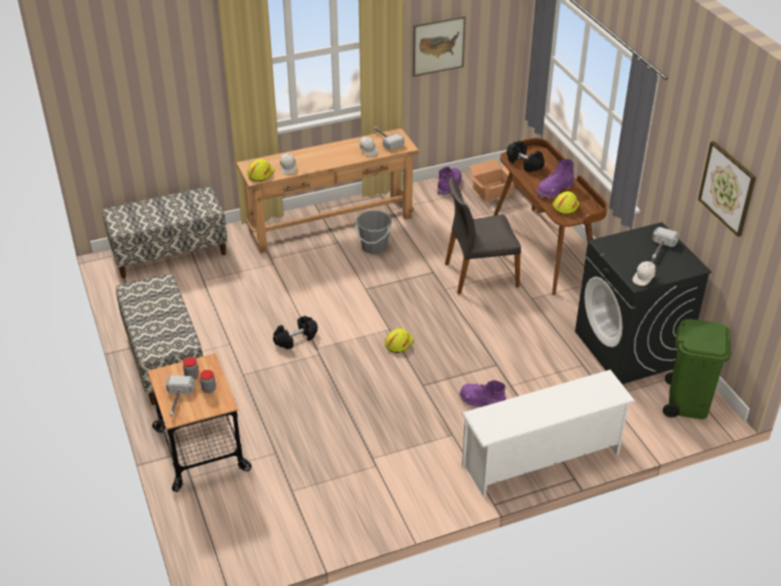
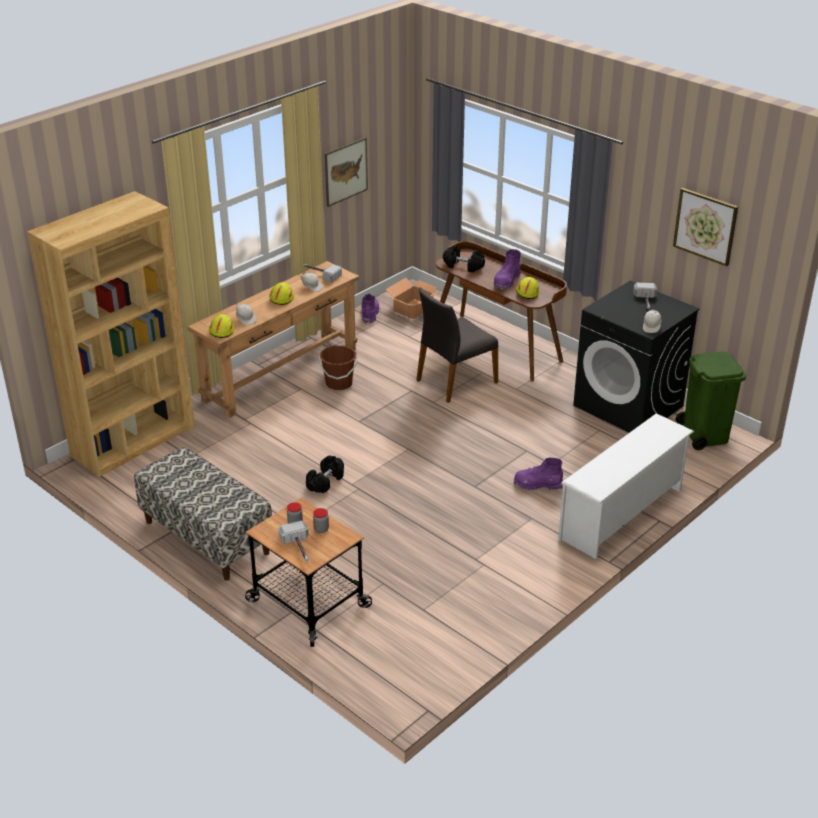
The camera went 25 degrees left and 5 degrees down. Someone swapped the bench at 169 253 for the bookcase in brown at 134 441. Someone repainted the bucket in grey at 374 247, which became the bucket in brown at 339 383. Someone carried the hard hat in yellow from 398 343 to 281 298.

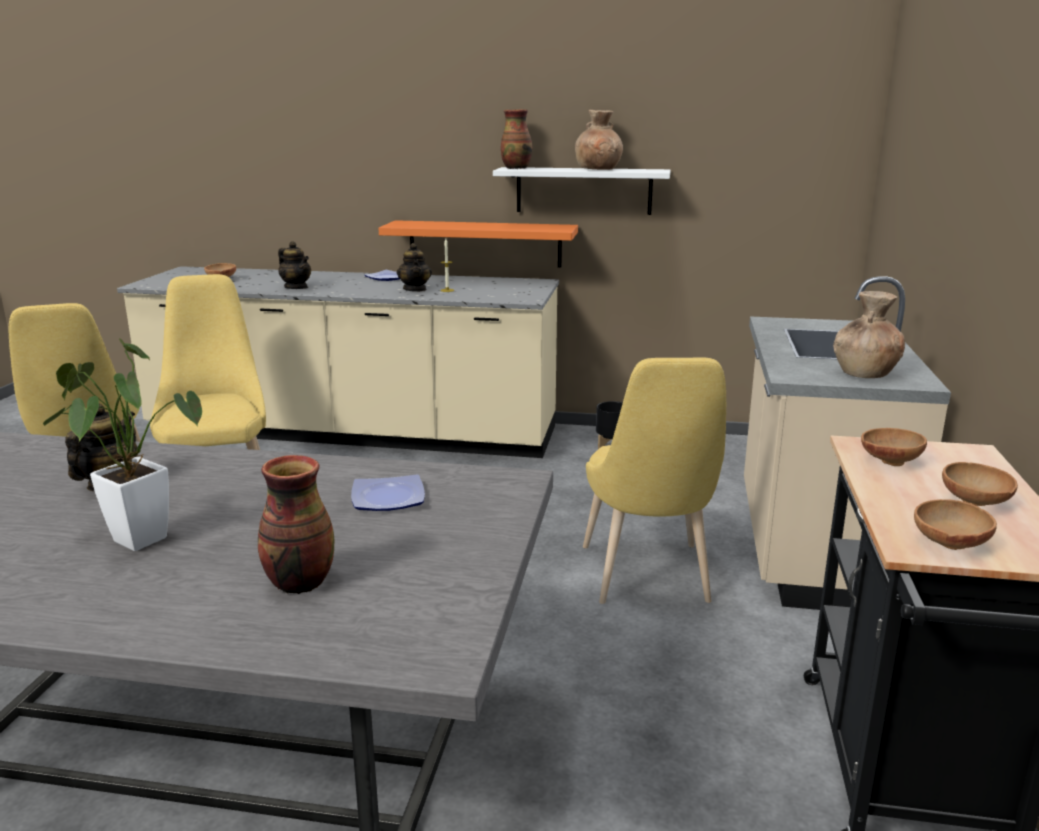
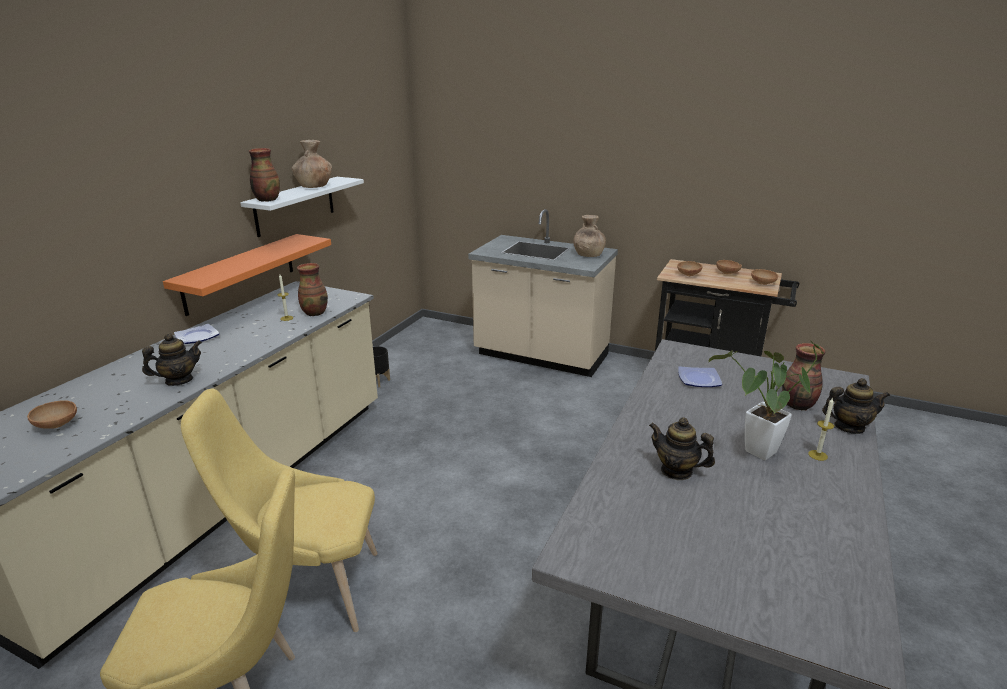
The camera went 75 degrees left and 5 degrees up. Someone carried the teapot from 415 289 to 849 427. Someone took away the chair in yellow at 647 579. Someone put down the vase at 315 313. Someone put down the candle at 817 455.

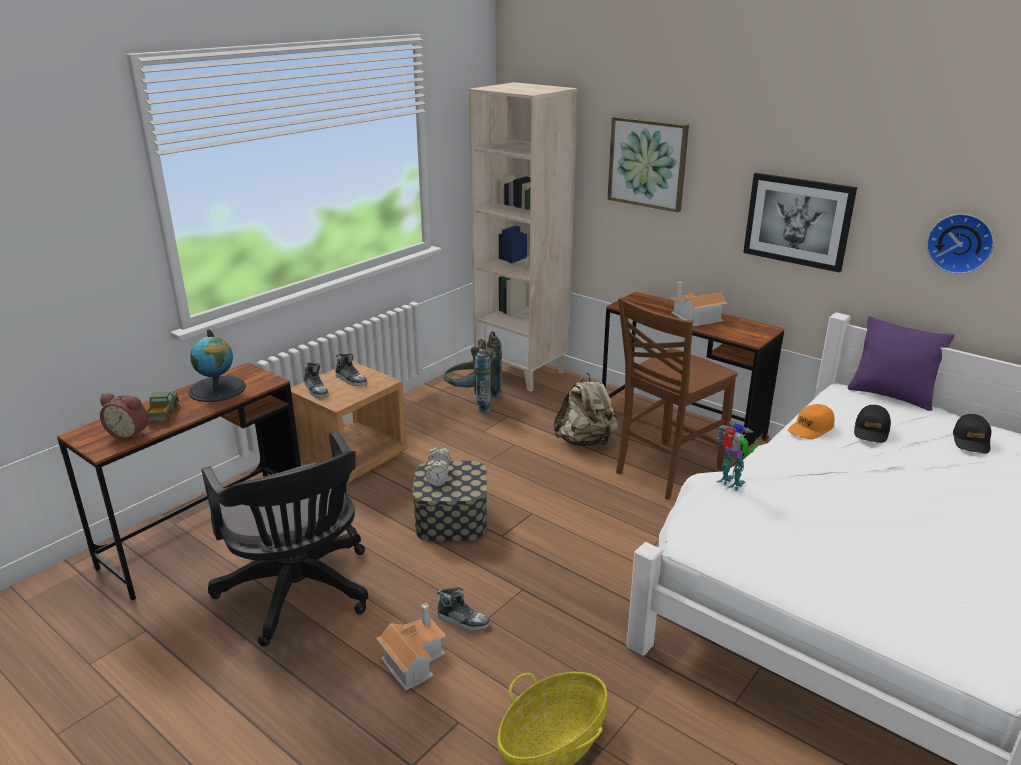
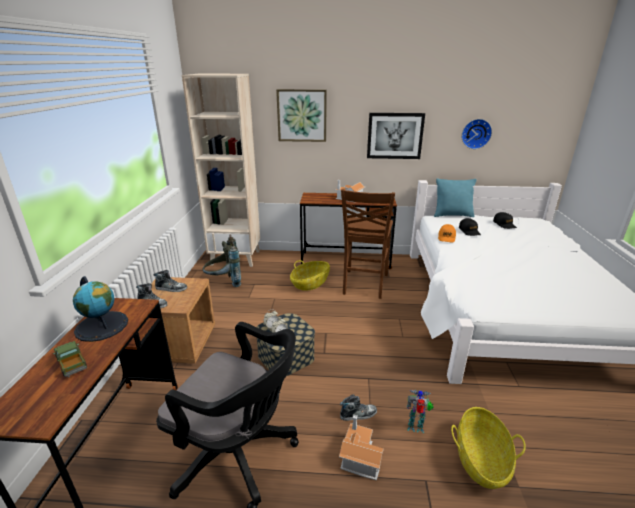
The camera went 35 degrees left and 0 degrees up. Someone repainted the pillow in purple at 891 396, which became the pillow in turquoise at 452 215. Someone swapped the backpack in beige at 585 442 for the basket at 310 283. Someone took away the alarm clock at 130 434. Someone carried the toy robot from 731 484 to 416 428.

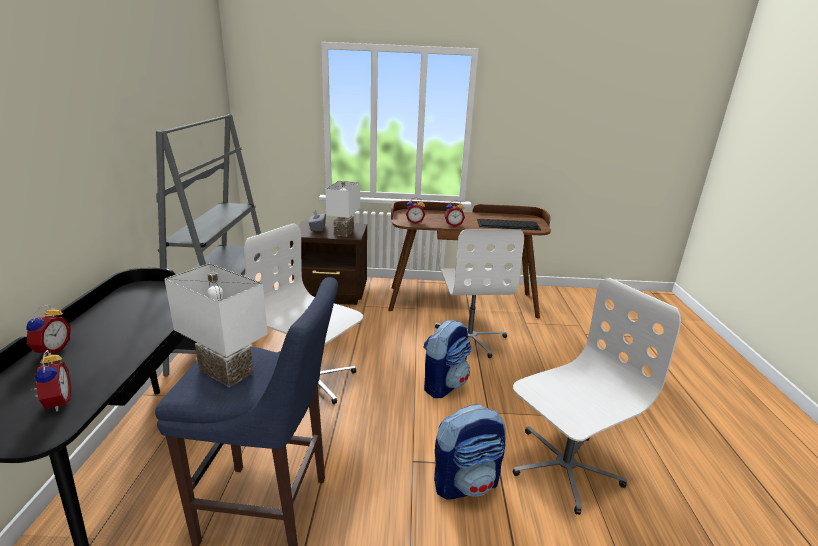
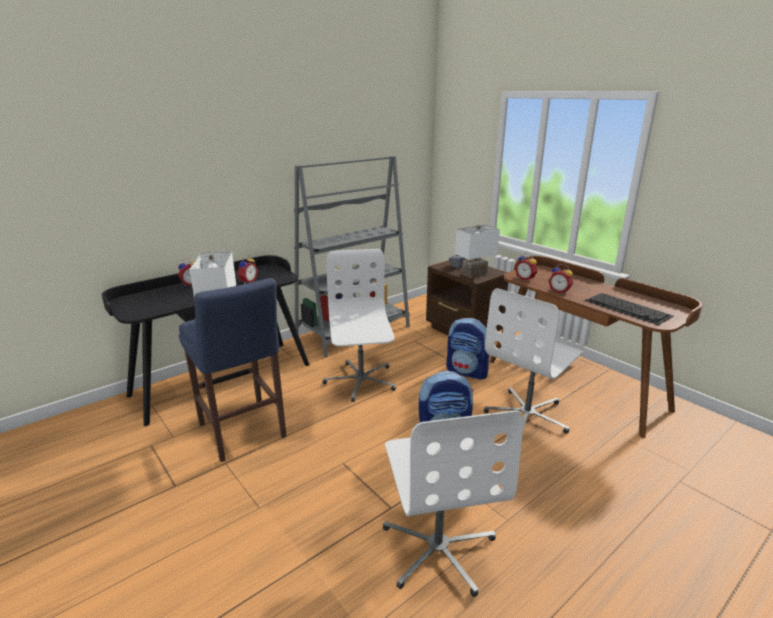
The camera went 50 degrees right and 0 degrees up. Someone rotated the office chair in white at 563 466 by 60 degrees clockwise. Someone carried the alarm clock from 56 403 to 247 281. Someone carried the backpack from 466 482 to 468 371.

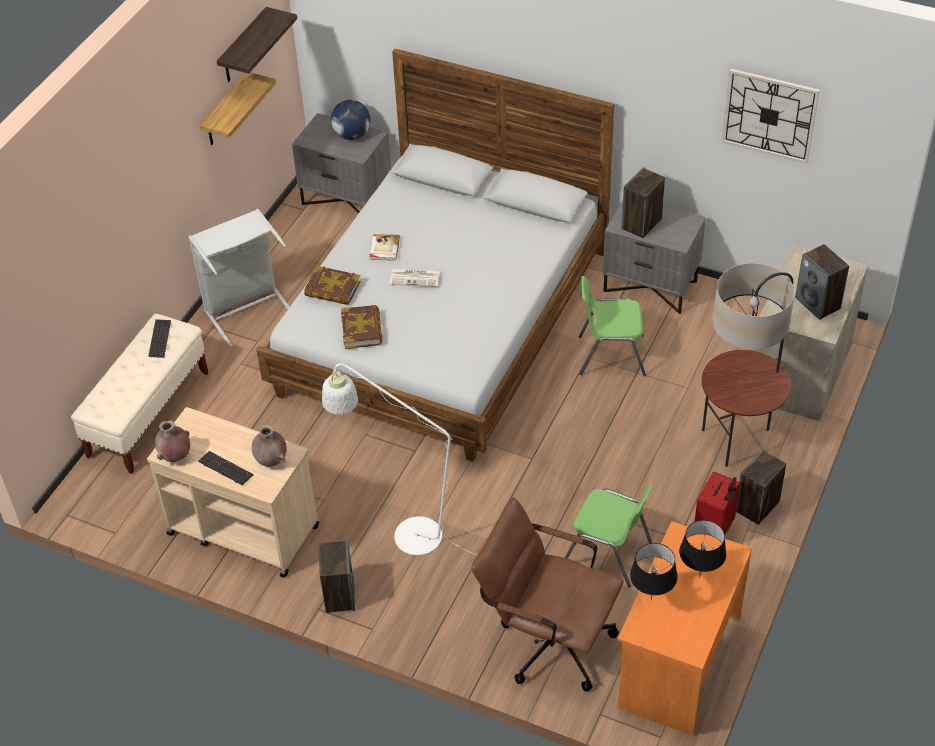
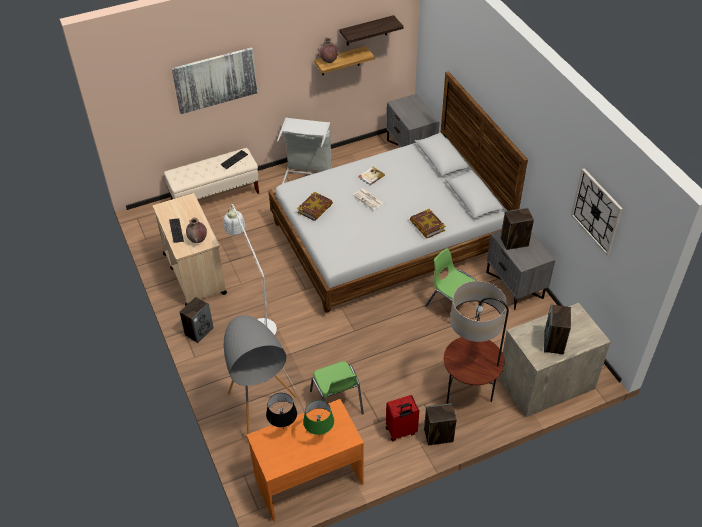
The camera went 40 degrees right and 0 degrees up. Someone took away the globe at 352 135. Someone carried the book from 332 289 to 427 226. Someone carried the vase in brown from 176 457 to 328 61. Someone swapped the office chair in brown at 547 640 for the floor lamp in grey at 261 421. Someone repainted the table lamp in black at 699 577, which became the table lamp in green at 319 436. Someone put up the picture at 215 80.

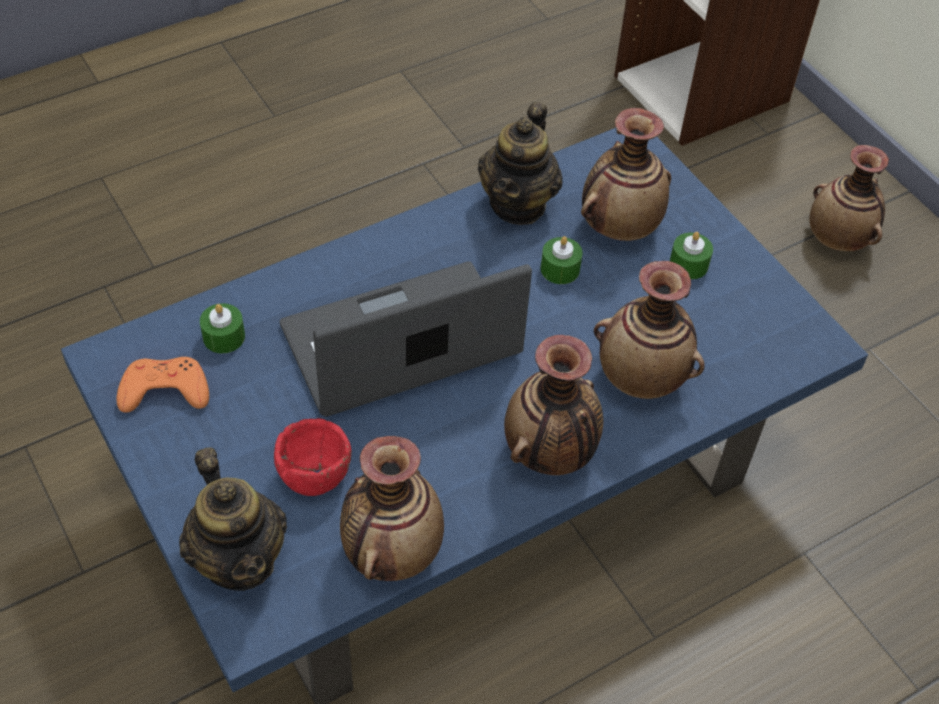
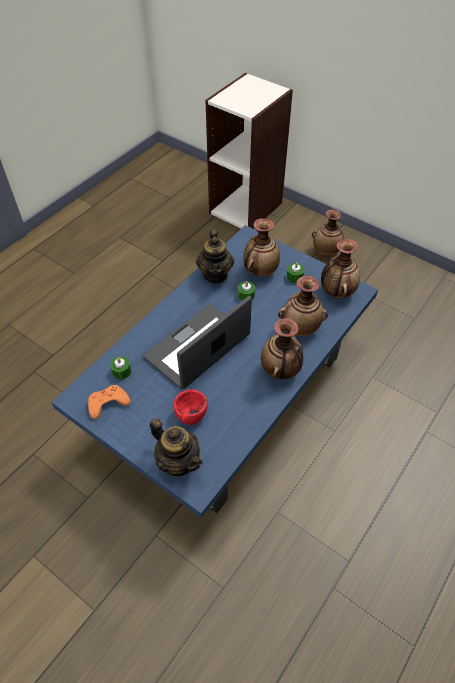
The camera went 20 degrees left and 0 degrees up. Someone carried the vase from 391 551 to 336 291.

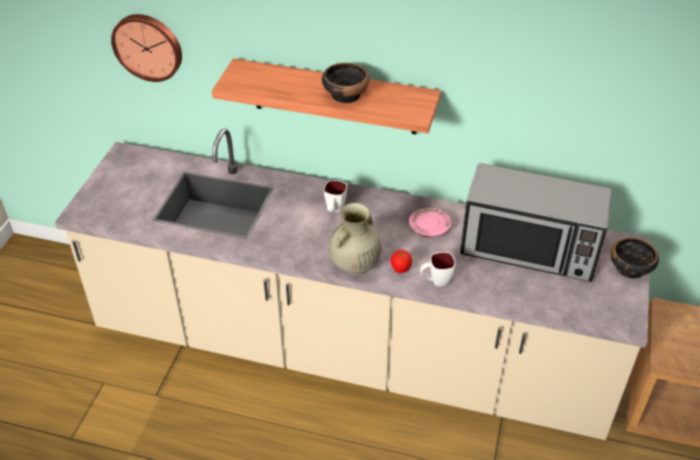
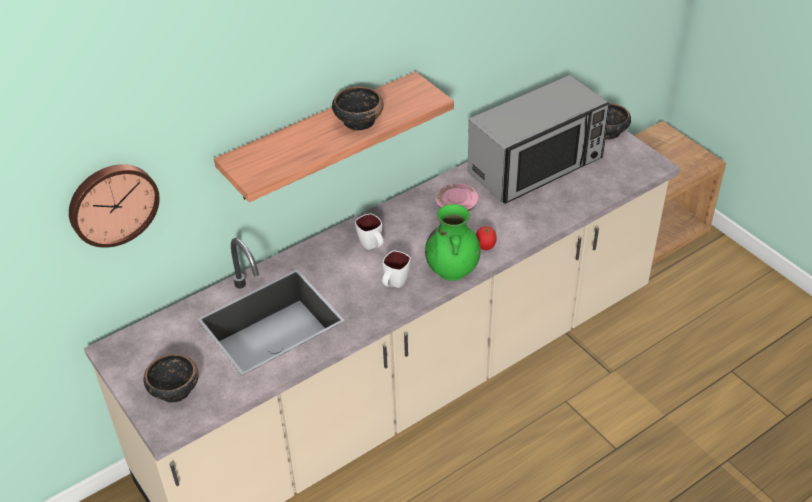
The camera went 50 degrees left and 0 degrees up. Someone repainted the vase in beige at 354 266, which became the vase in green at 452 271. Someone carried the mug in white from 435 281 to 394 285. Someone put down the bowl at 174 390.

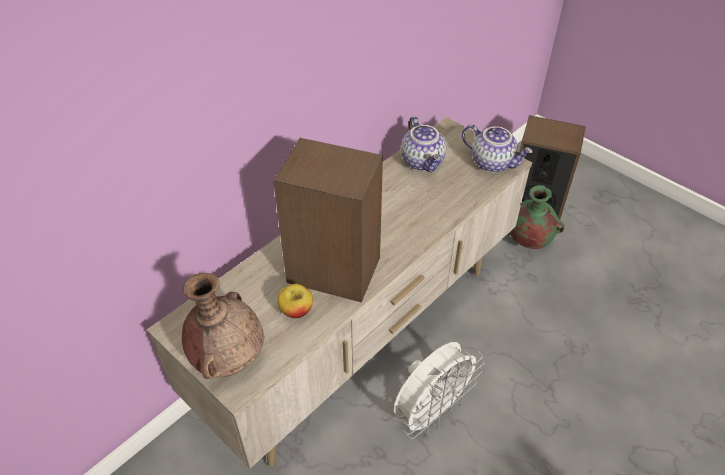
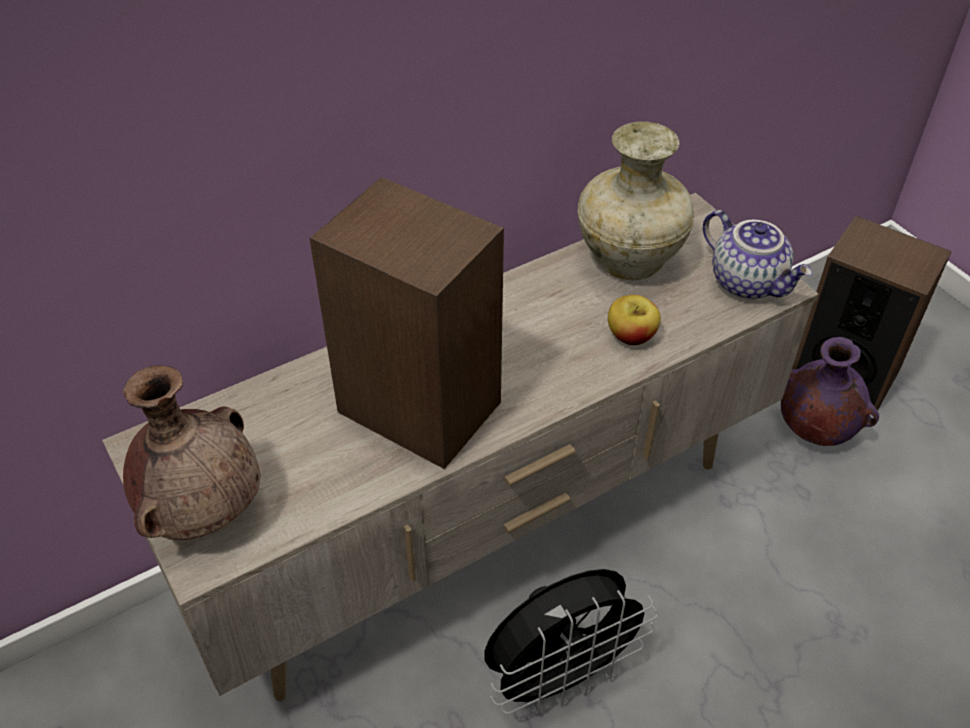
The camera went 15 degrees right and 0 degrees up. Someone swapped the teapot at 423 161 for the vase in beige at 630 259. Someone repainted the vase in green at 527 240, which became the vase in purple at 814 428. Someone carried the apple from 296 310 to 631 336. Someone repainted the fan in white at 431 412, which became the fan in black at 560 677.

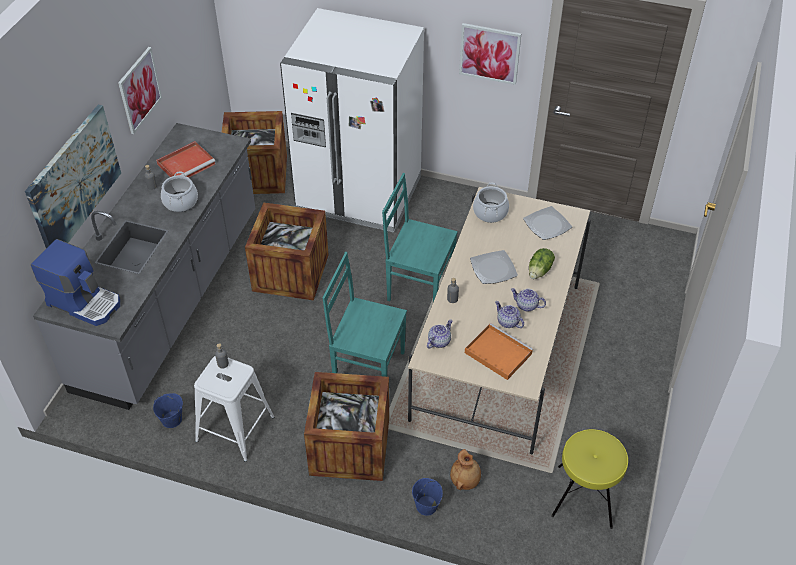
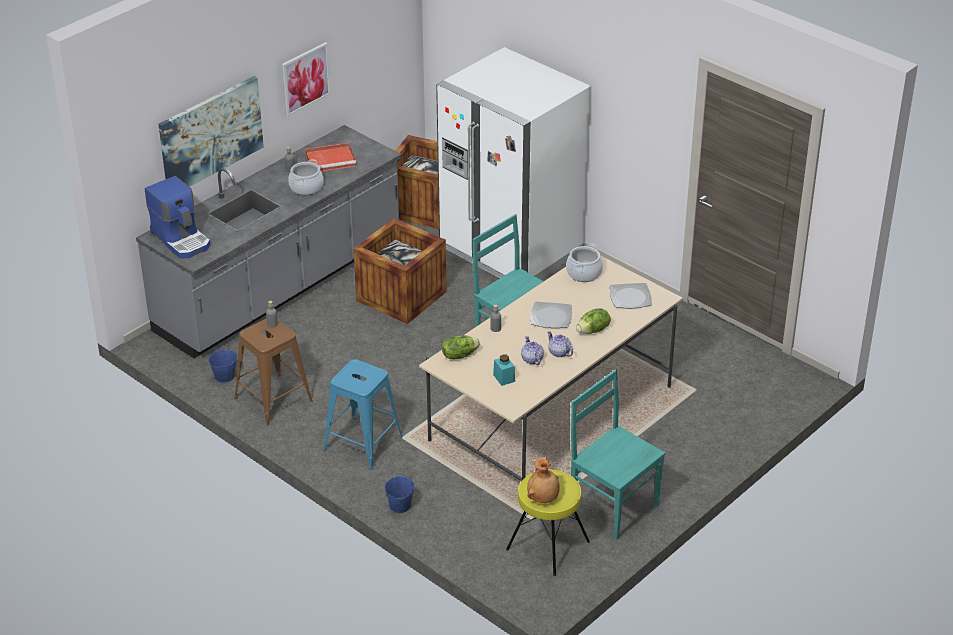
The camera went 25 degrees right and 10 degrees down. Someone took away the picture at 489 53. Someone carried the chair in turquoise from 367 367 to 612 507. Someone swapped the teapot at 439 341 for the lettuce at 459 355. Someone swapped the tray in orange at 497 353 for the jar in turquoise at 504 378. Someone repainted the stool in white at 235 428, which became the stool in brown at 274 399. Someone swapped the crate at 350 446 for the stool in blue at 363 443. Someone carried the vase in brown from 465 481 to 543 498.

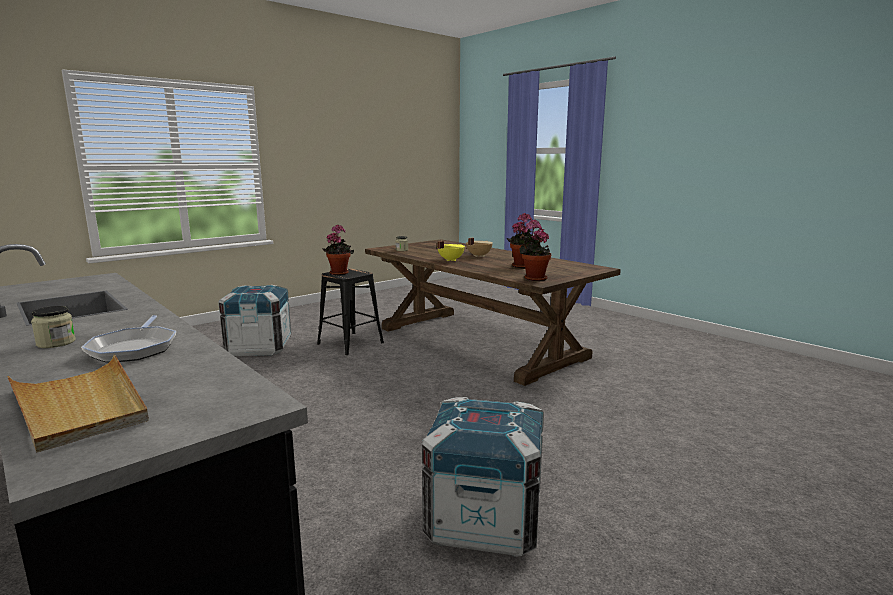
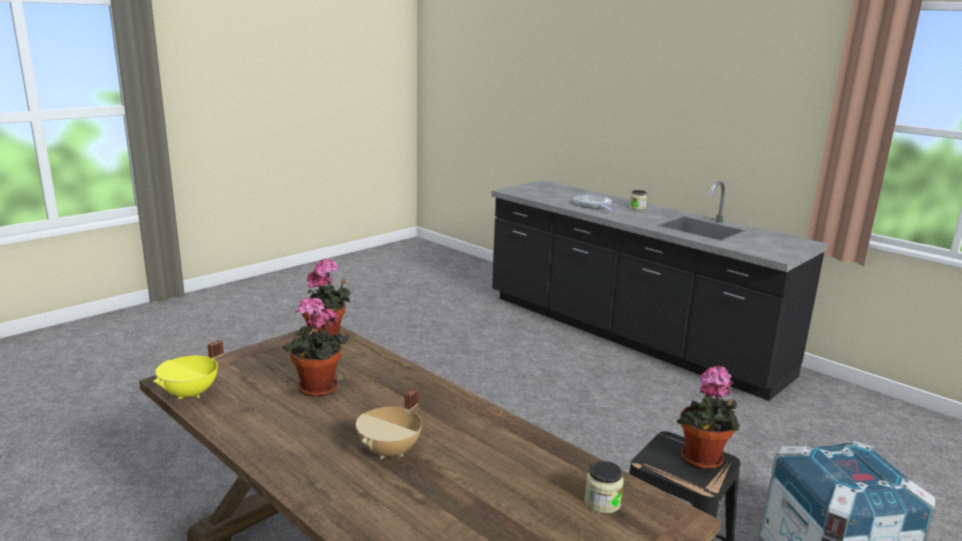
The camera went 175 degrees right and 5 degrees up. Someone carried the cooking pot in yellow from 450 260 to 191 394. Someone took away the tray in beige at 79 405. Someone took away the crate at 484 520.

